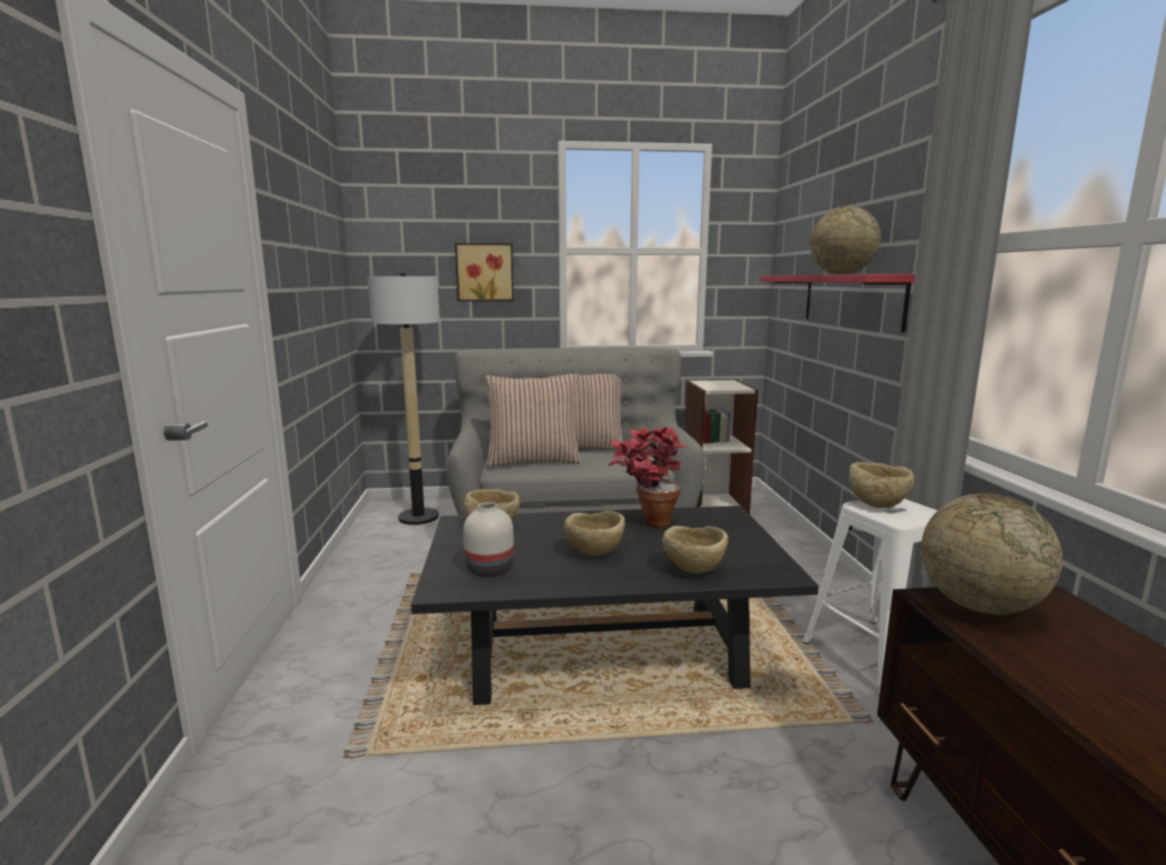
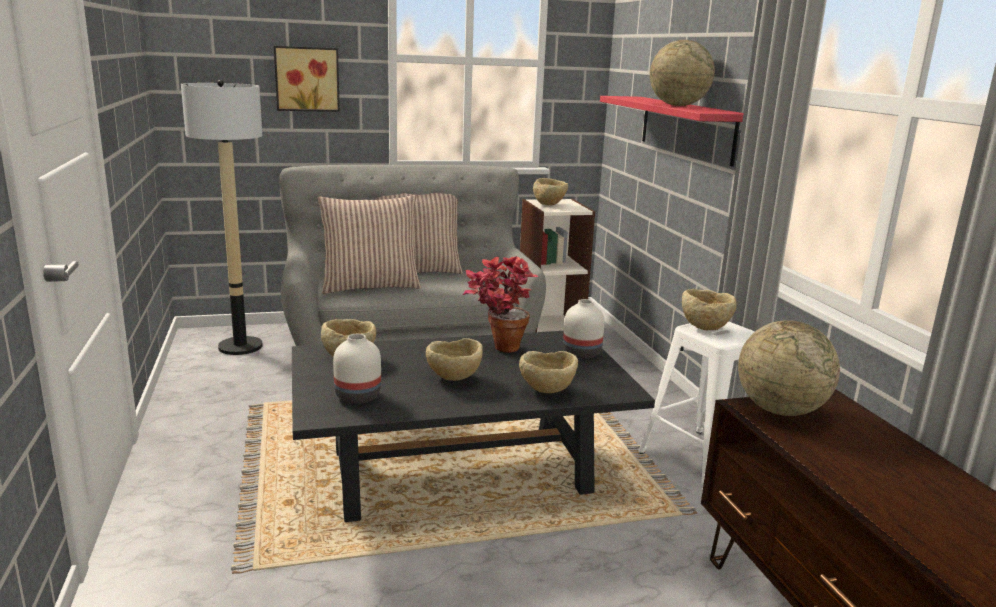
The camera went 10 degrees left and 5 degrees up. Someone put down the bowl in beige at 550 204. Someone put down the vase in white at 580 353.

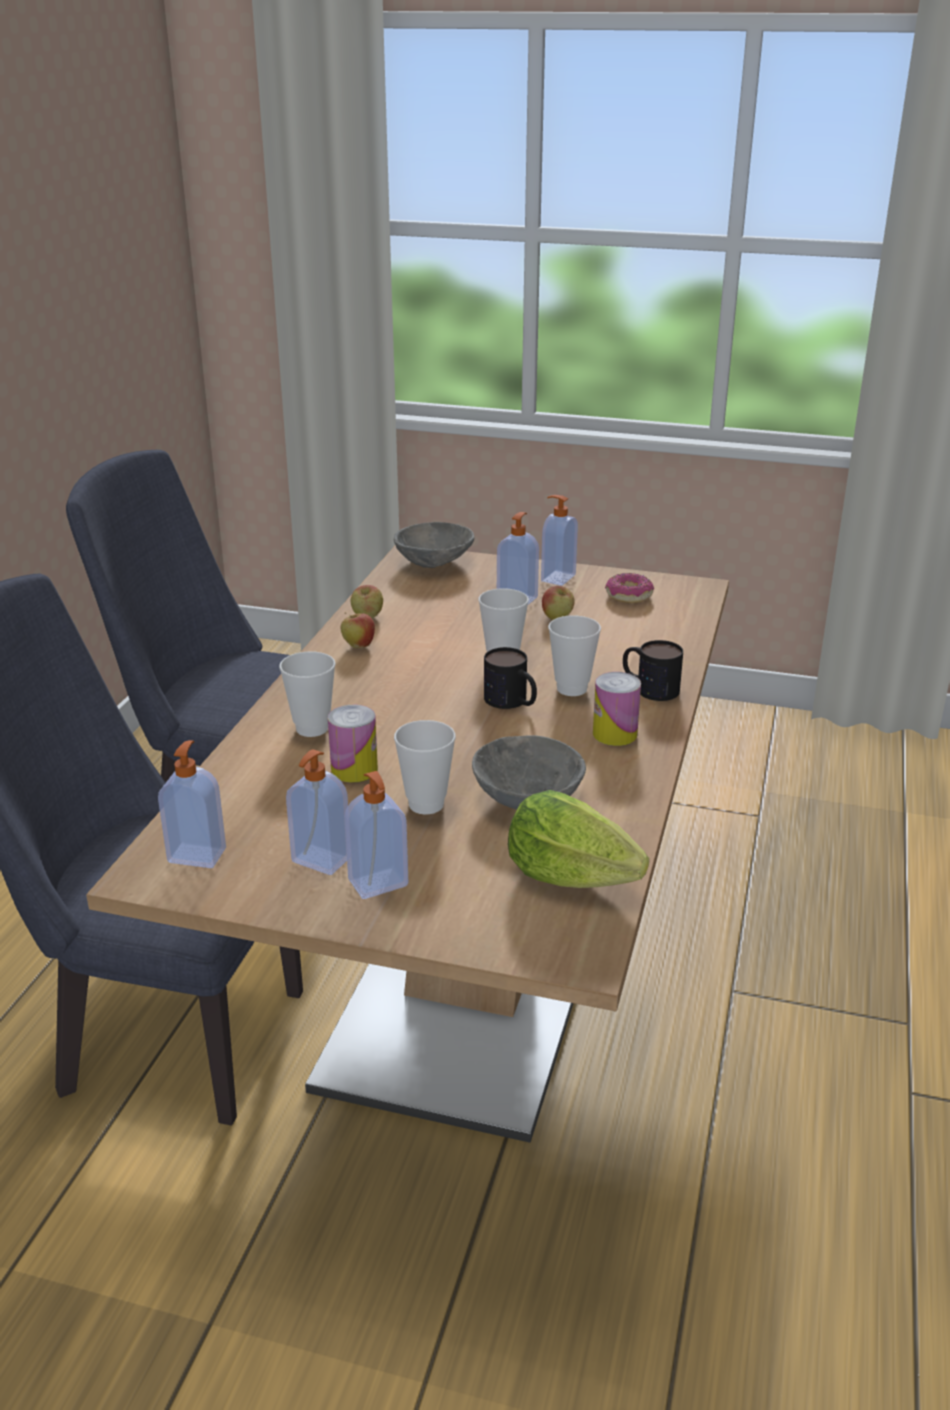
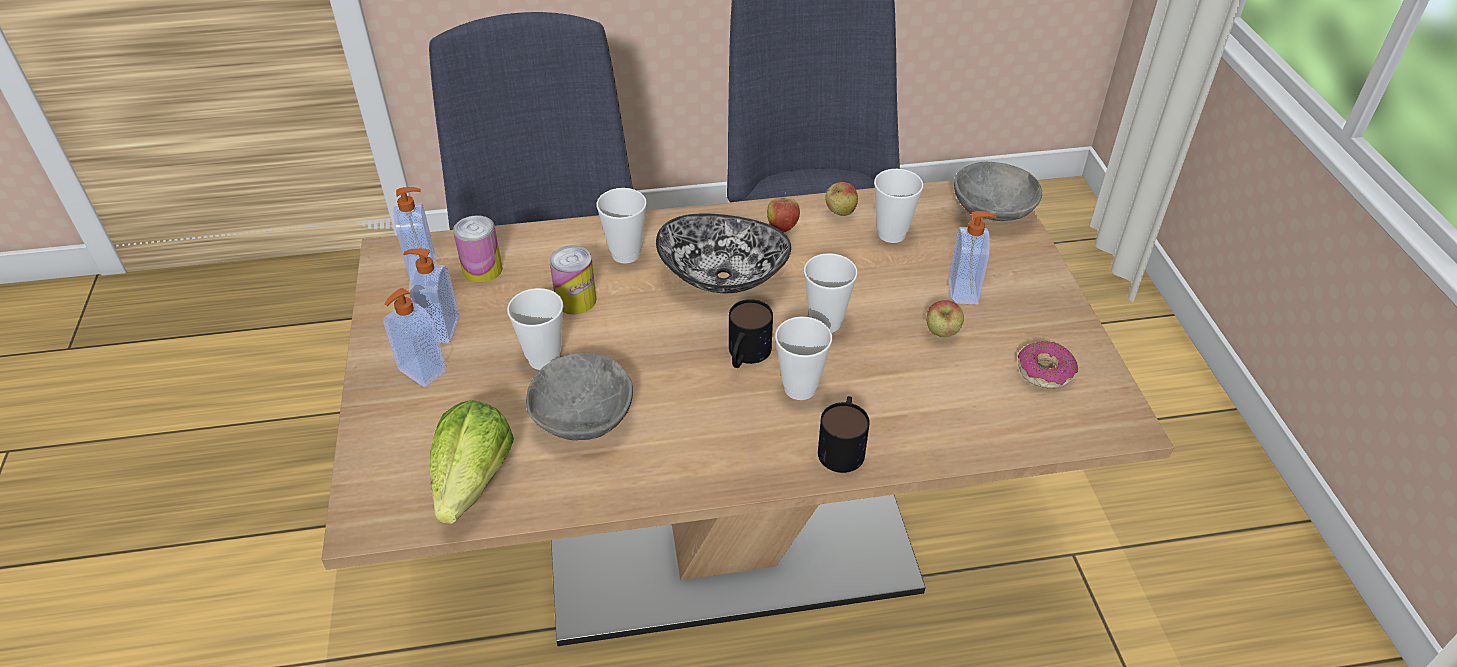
The camera went 65 degrees right and 15 degrees up. Someone took away the soap dispenser at 557 578. Someone carried the can from 615 734 to 482 269. Someone put down the cup at 891 234. Someone put down the bowl at 722 277.

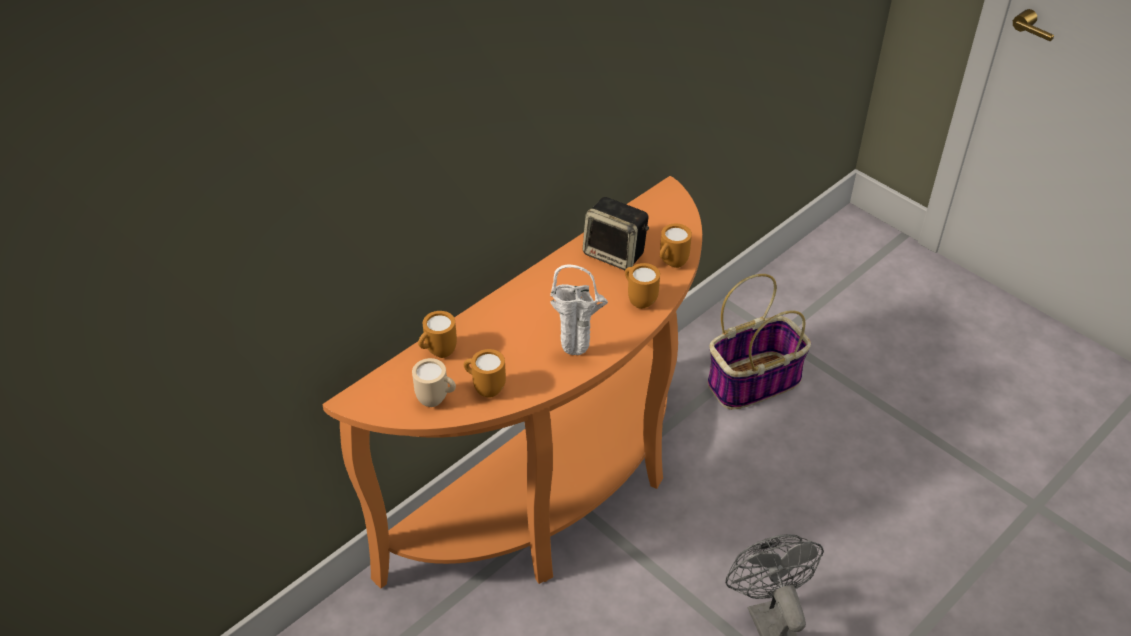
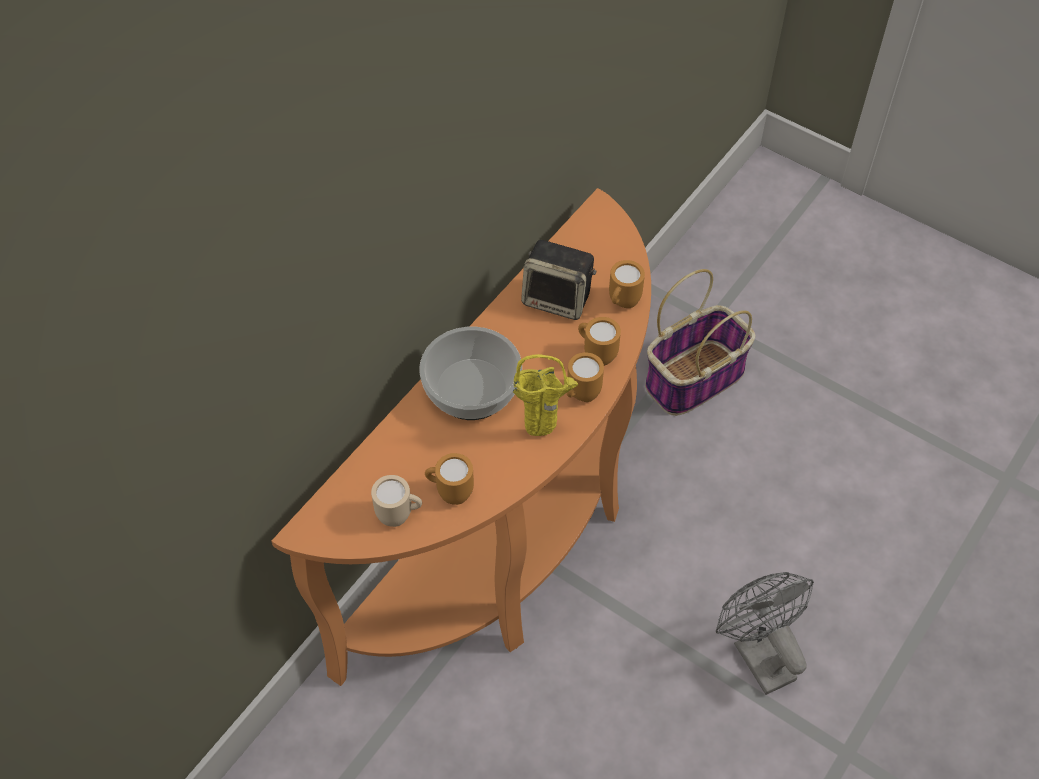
The camera went 10 degrees left and 10 degrees up. Someone repainted the vase in white at 578 353, which became the vase in yellow at 543 433. Someone carried the mug in orange from 437 353 to 580 396. Someone put down the bowl at 472 389.

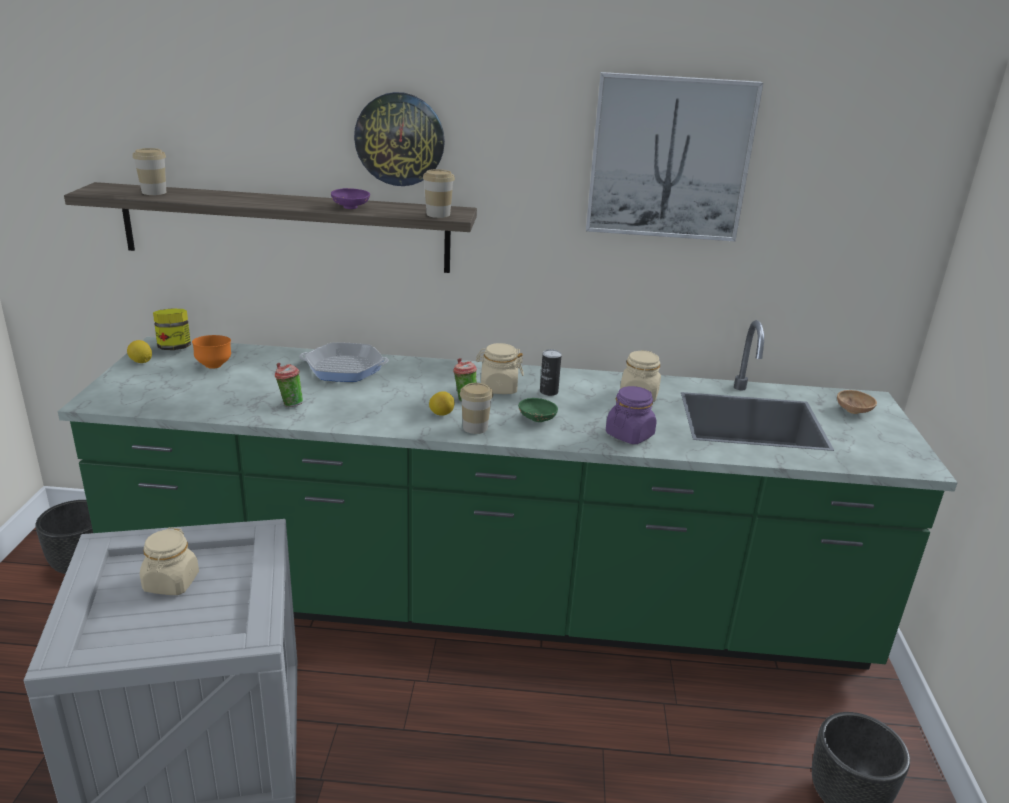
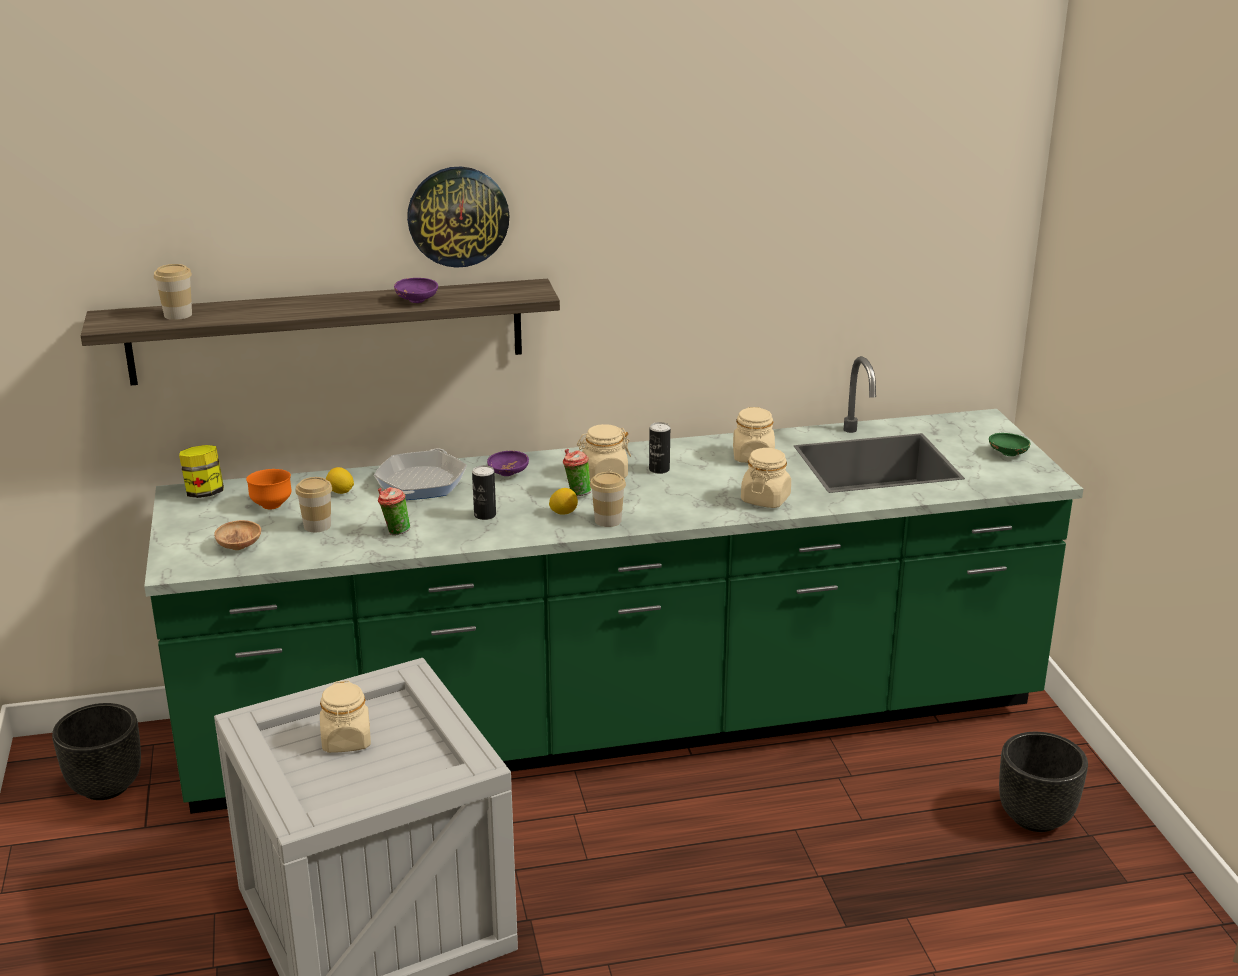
The camera went 15 degrees left and 0 degrees up. Someone took away the picture at 669 158. Someone carried the cup from 438 214 to 317 526. Someone carried the lemon from 141 362 to 340 492. Someone rotated the frying pan at 344 368 by 120 degrees clockwise. Someone repainted the jar in purple at 629 435, which became the jar in beige at 765 499. Someone carried the bowl in brown from 853 410 to 239 546. Someone carried the bowl in green from 537 419 to 1007 453. Someone put down the bowl in purple at 508 473. Someone put down the can at 485 515.

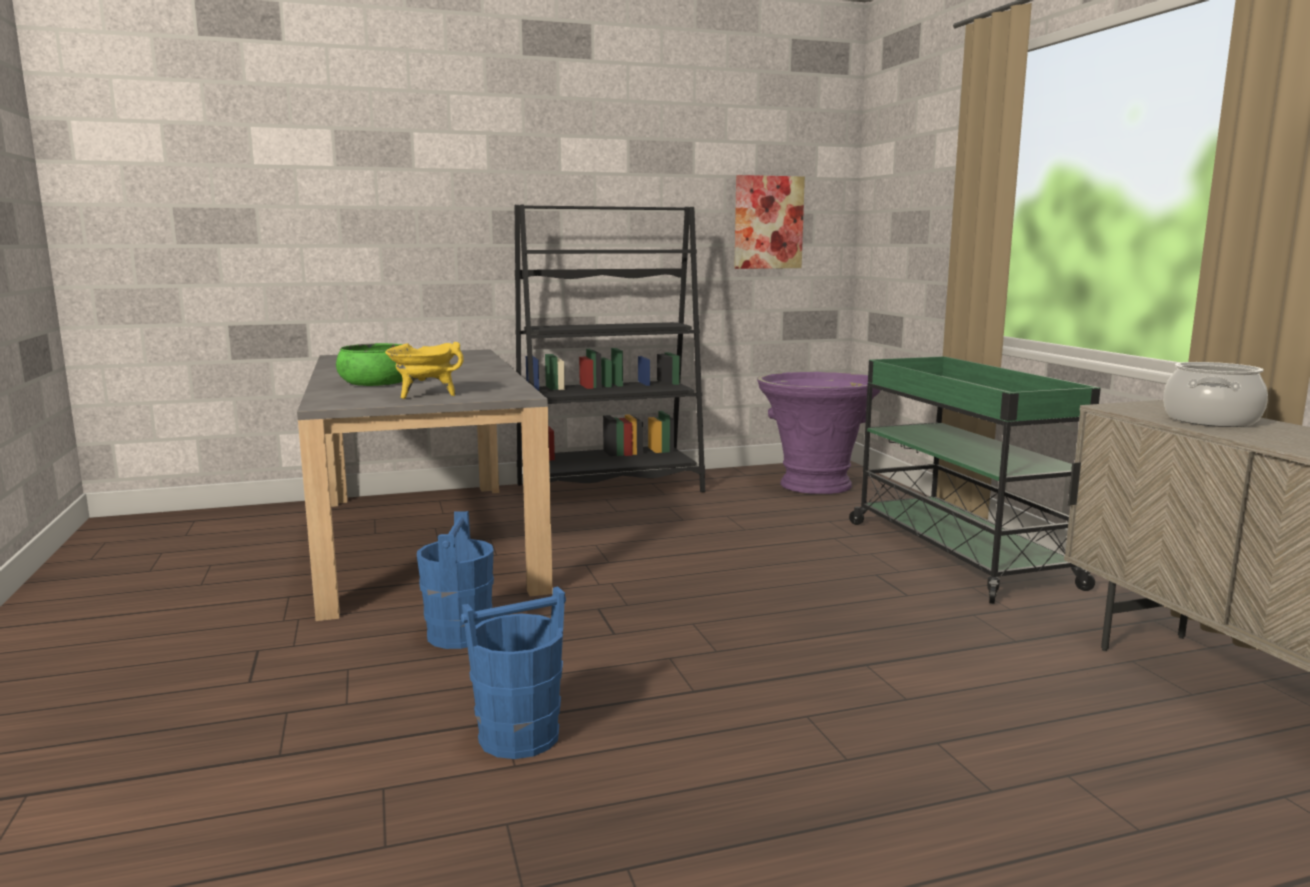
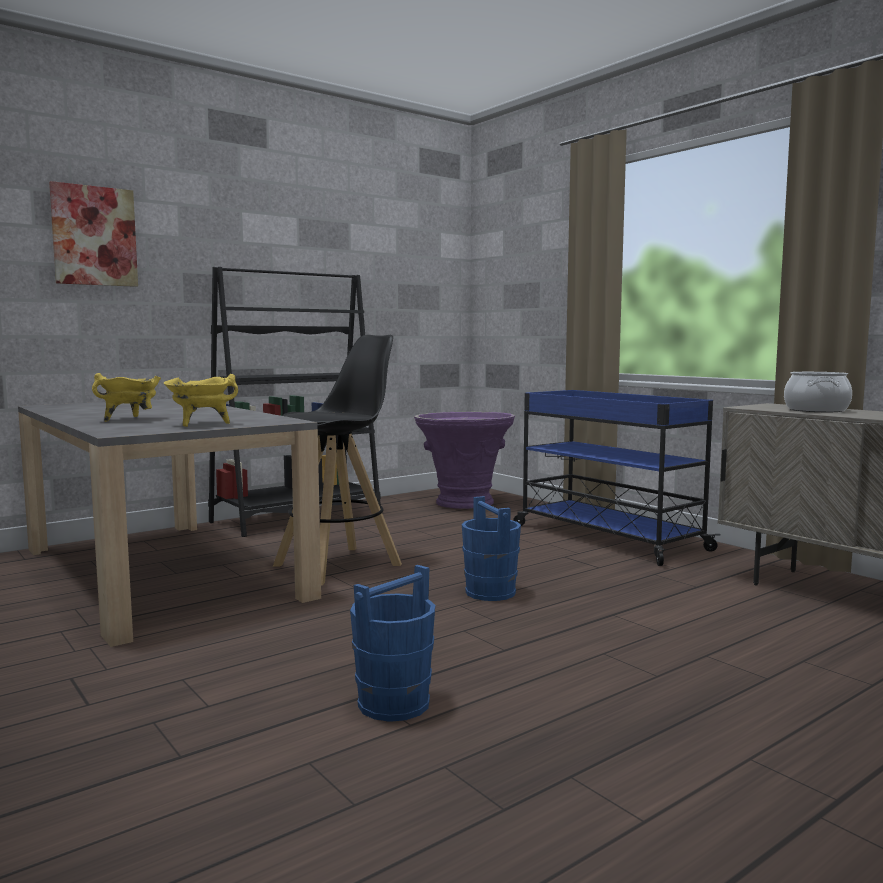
The camera went 20 degrees left and 5 degrees down. Someone carried the picture from 768 222 to 94 236. Someone swapped the bowl in green at 377 383 for the cooking pot in yellow at 131 419. Someone repainted the cart in green at 956 552, which became the cart in blue at 606 537. Someone carried the bucket in blue from 459 634 to 490 592. Someone put down the stool in black at 339 565.

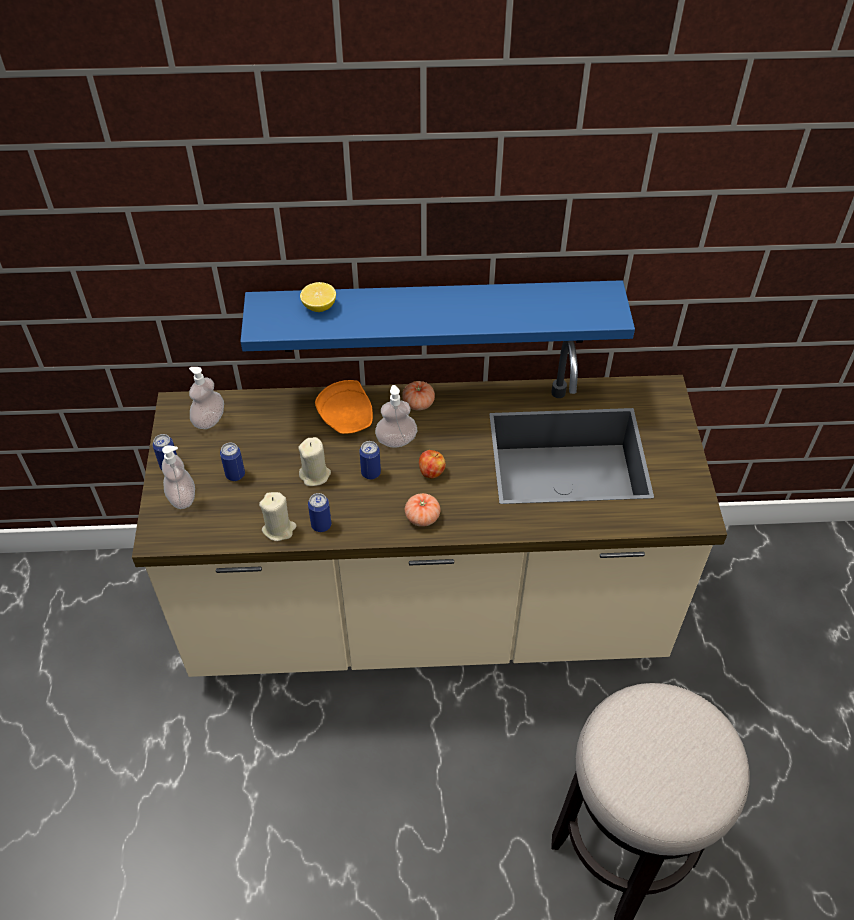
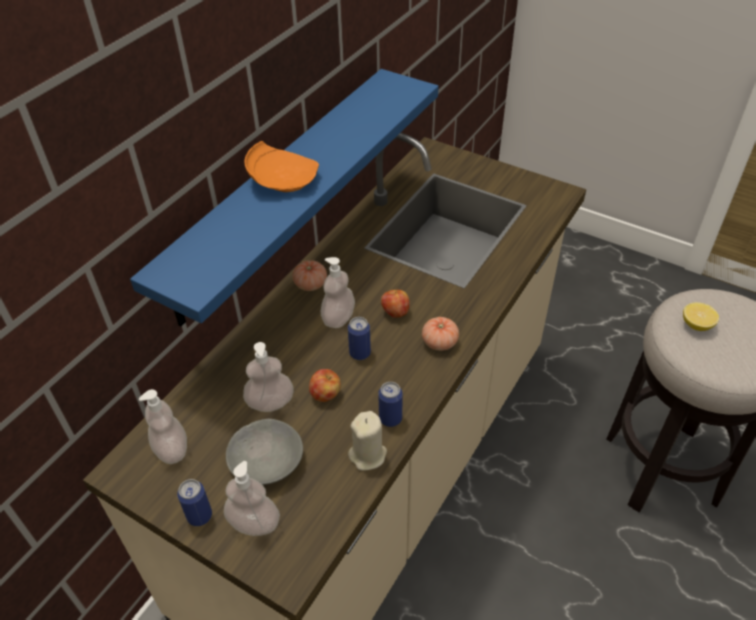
The camera went 55 degrees left and 5 degrees down. Someone carried the lemon from 319 307 to 696 325. Someone carried the plate in orange from 348 416 to 282 180. Someone swapped the candle in beige at 315 475 for the apple at 325 395. Someone swapped the can at 235 474 for the bowl in grey at 266 460. Someone put down the soap dispenser at 270 403.

